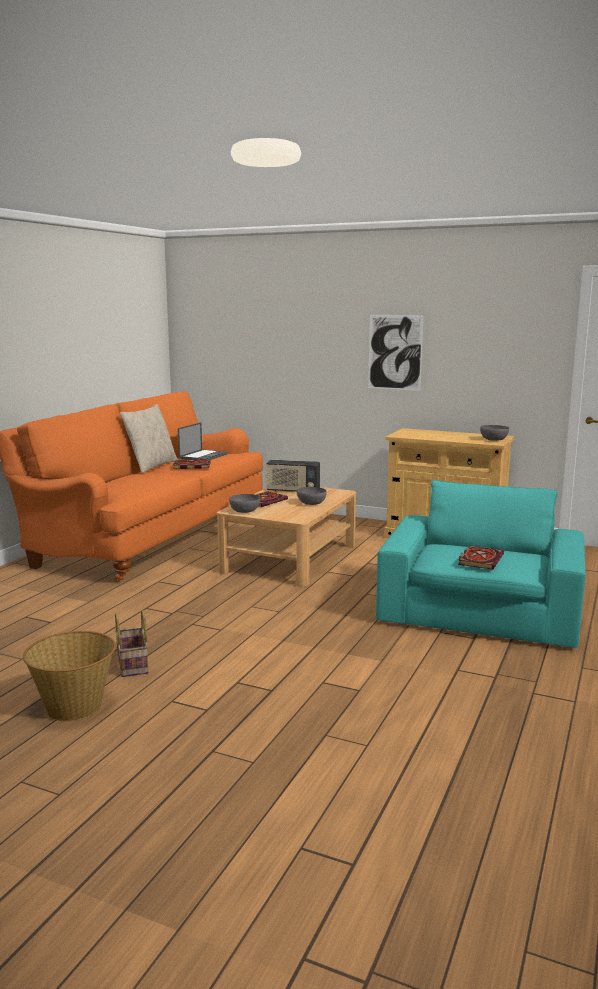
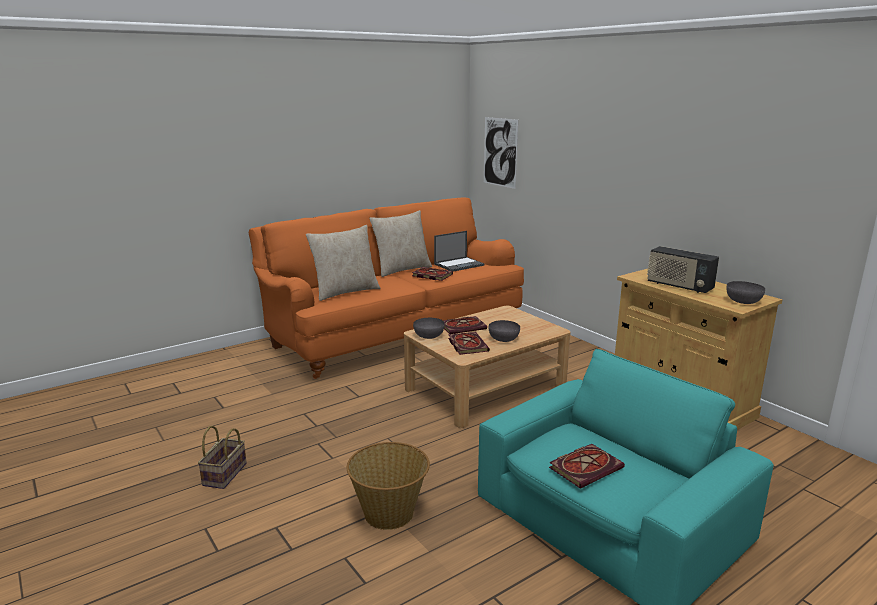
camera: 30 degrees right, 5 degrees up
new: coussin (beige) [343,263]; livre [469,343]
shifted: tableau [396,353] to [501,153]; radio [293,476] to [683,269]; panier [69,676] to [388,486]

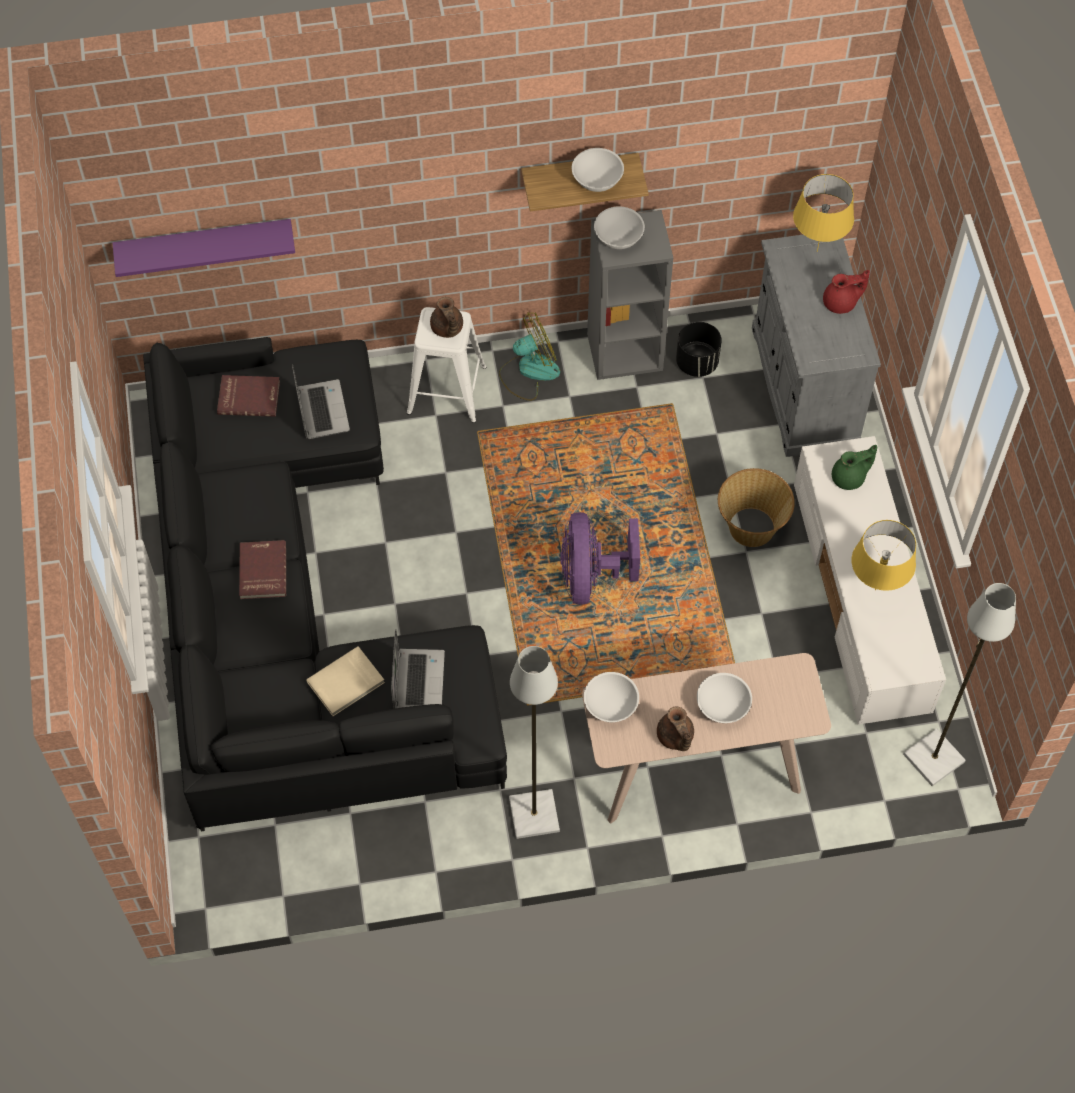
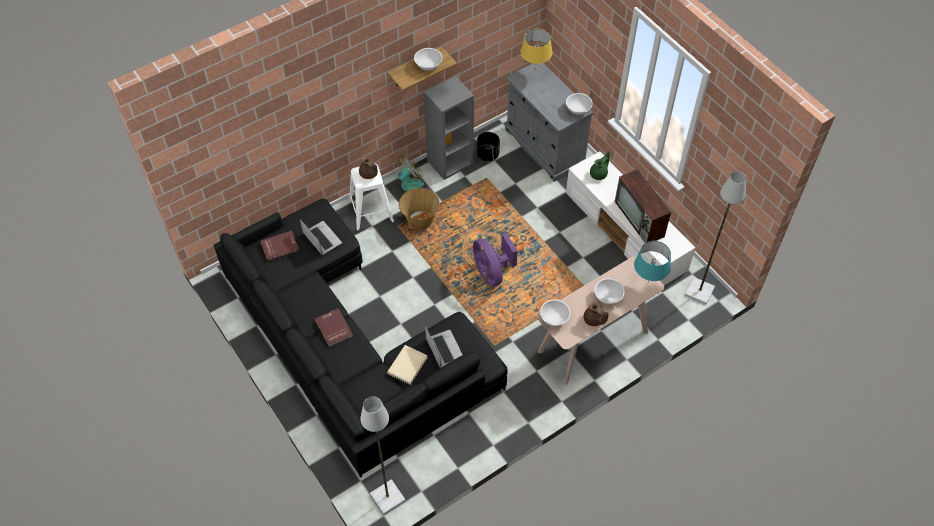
camera: 25 degrees left, 5 degrees down
gone: étagère (violet) [203,248]; théière (rouge) [846,292]
new: lampe de table (turquoise) [652,261]
shifted: bol (blanc) [619,227] to [579,104]; panier [756,507] to [419,209]; lampadaire (gris) [534,742] to [383,455]
swapped: lampe de table (jaune) [884,555] to téléviseur [643,206]

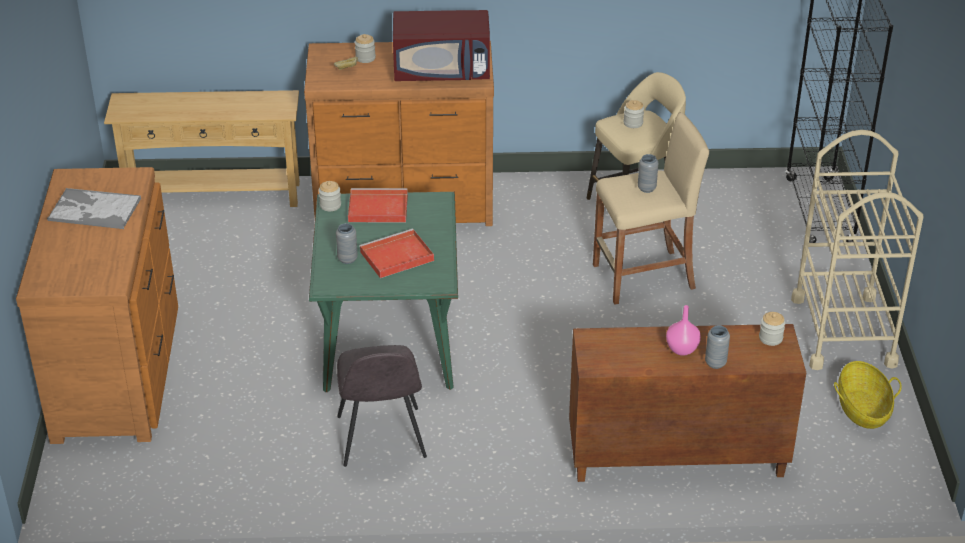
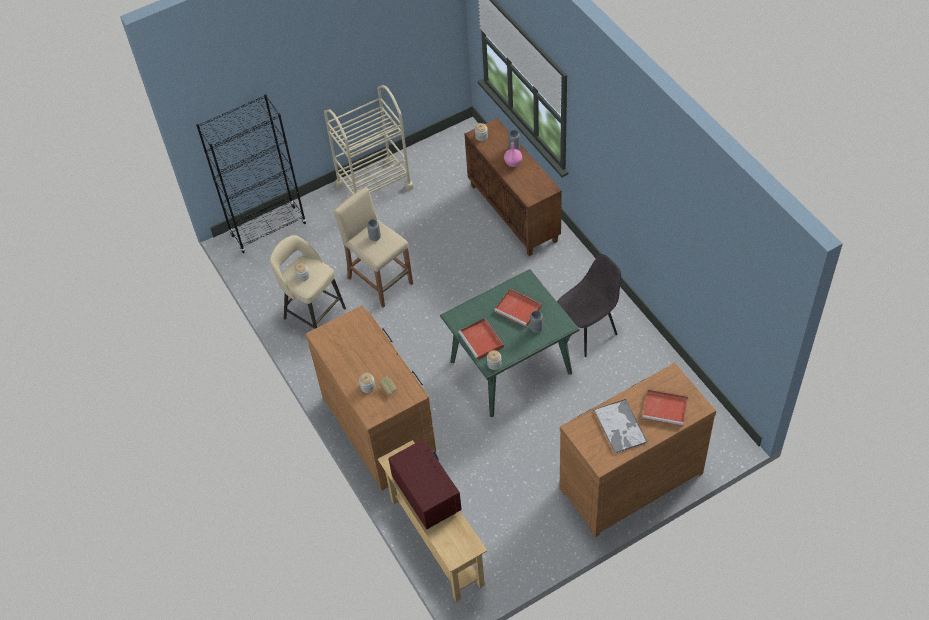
camera: 115 degrees left, 15 degrees up
gone: panier [868,395]
new: plateau (rouge) [665,408]
shifted: micro-ondes (rouge) [441,45] to [425,484]

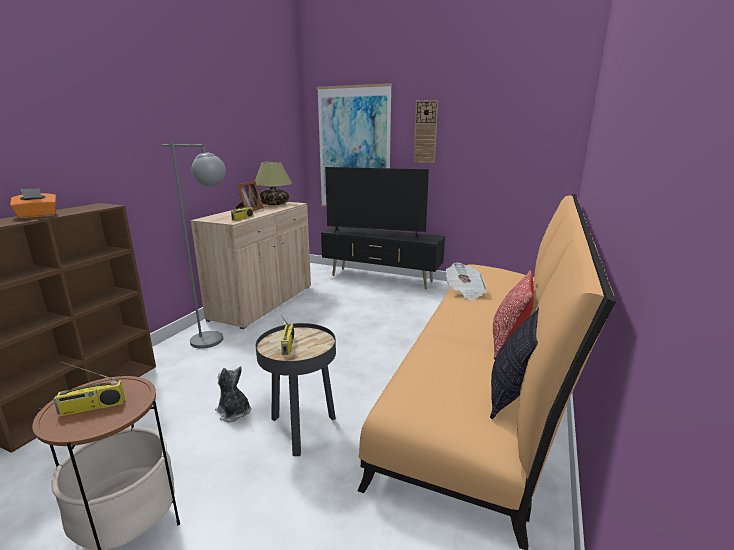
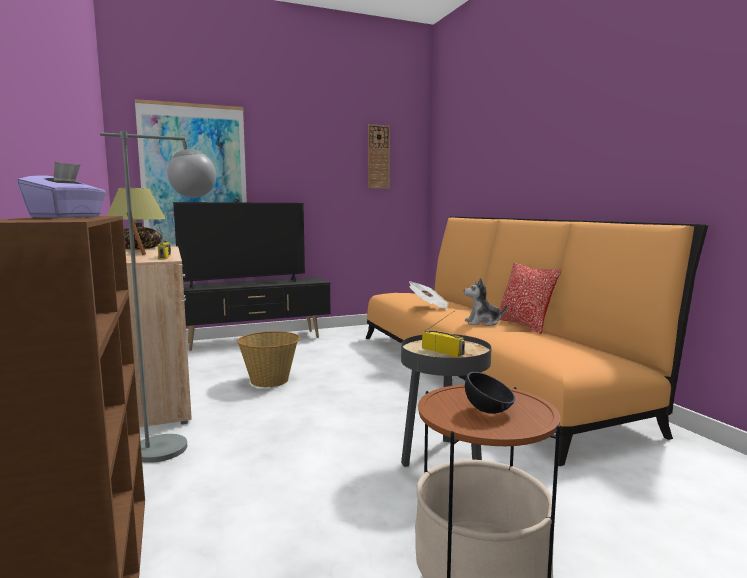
camera: 45 degrees left, 10 degrees down
gone: coussin [514,363]
new: panier [268,359]
shifted: horloge murale [426,131] to [379,156]; peluche [233,394] to [485,302]
swapped: radio [89,389] to bol (noir) [490,393]
repainted: boîte à mouchoirs (orange) [33,203] to boîte à mouchoirs (violet) [61,190]

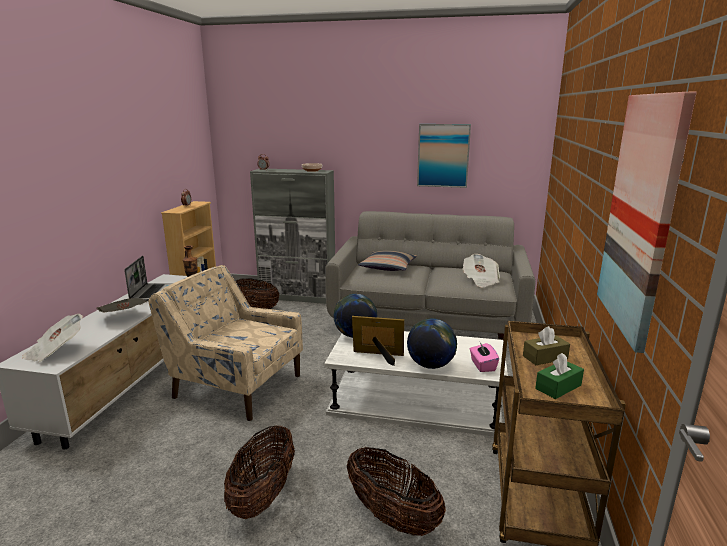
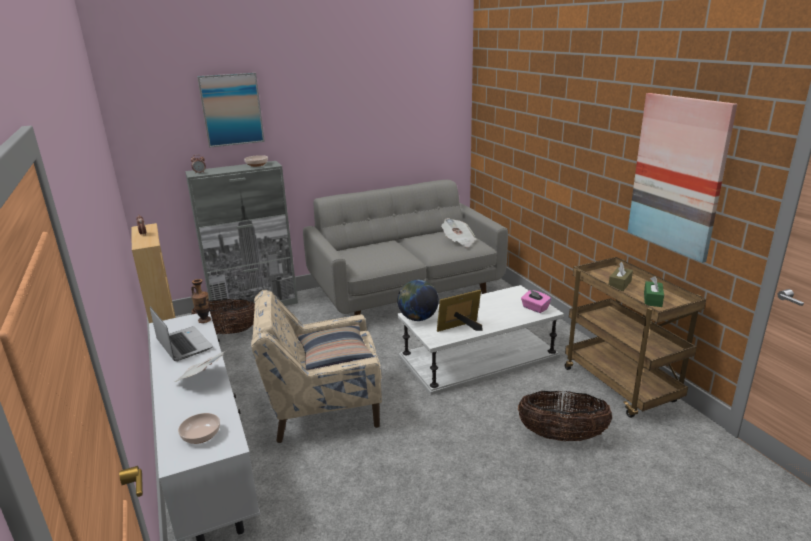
camera: 35 degrees left, 5 degrees up
gone: globe [432,343]; panier [259,472]
shifted: tableau [444,156] to [231,110]; coussin [387,261] to [335,347]
swapped: journal [52,338] to bol [199,428]

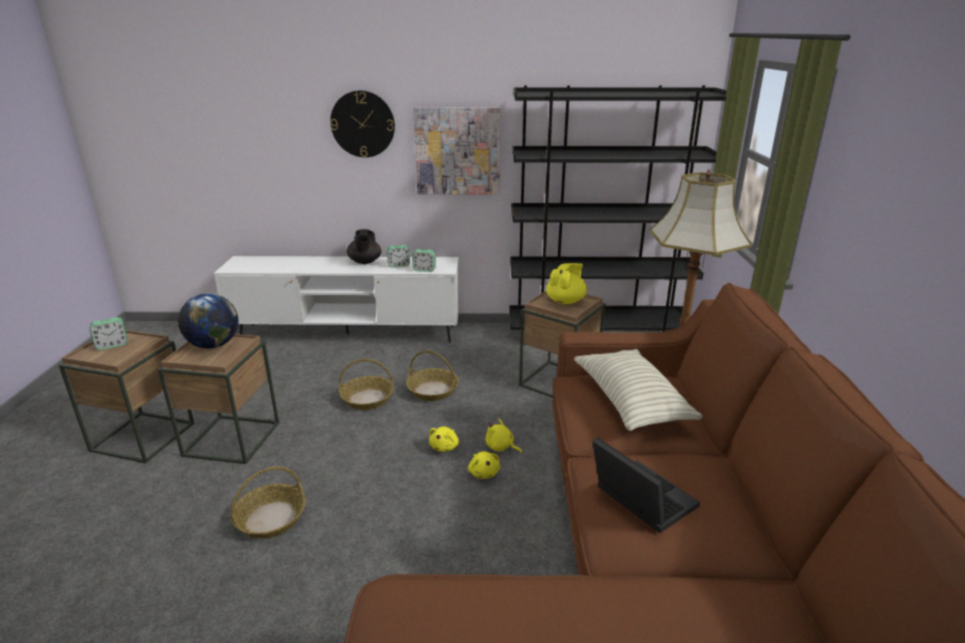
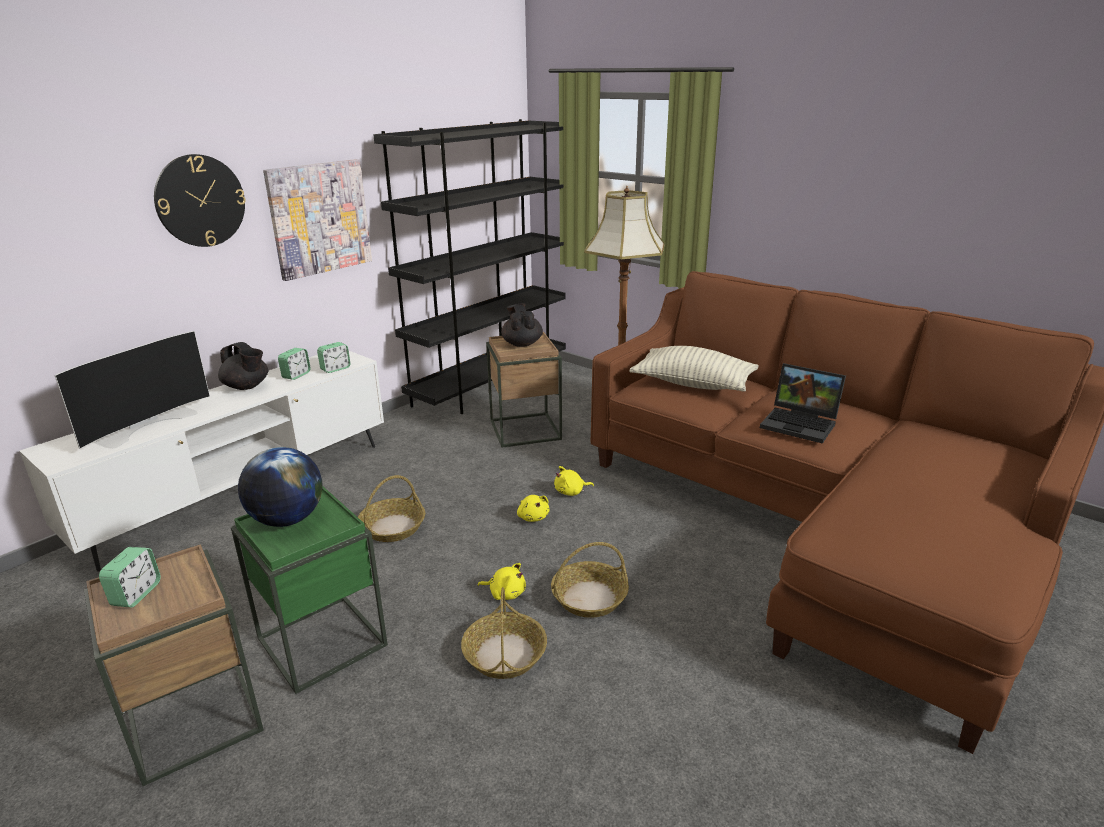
camera: 50 degrees left, 0 degrees up
new: téléviseur [132,390]
shifted: panier [432,375] to [590,580]; peluche (jaune) [484,465] to [501,581]
repainted: théière (jaune) [566,283] to théière (noir) [522,325]; table d'appoint (marron) [218,399] to table d'appoint (vert) [309,590]
rotated: ordinateur portable [646,485] = [803,403] 150 degrees counterclockwise

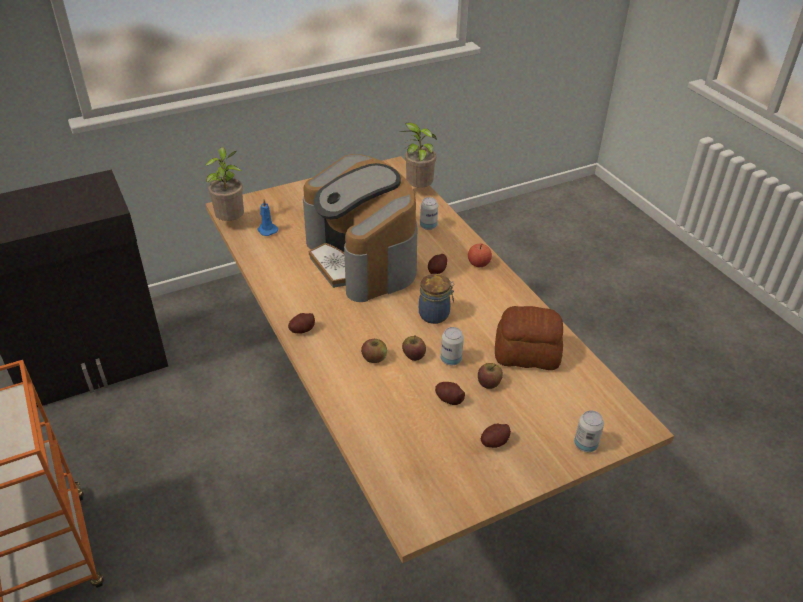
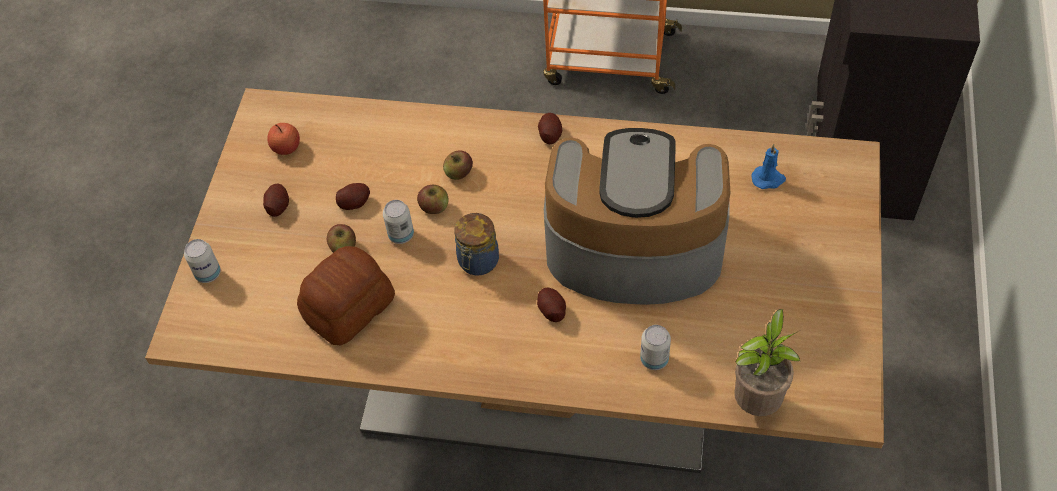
camera: 130 degrees right, 15 degrees up
gone: plante en pot [224,184]
shifted: pomme [480,255] to [283,139]

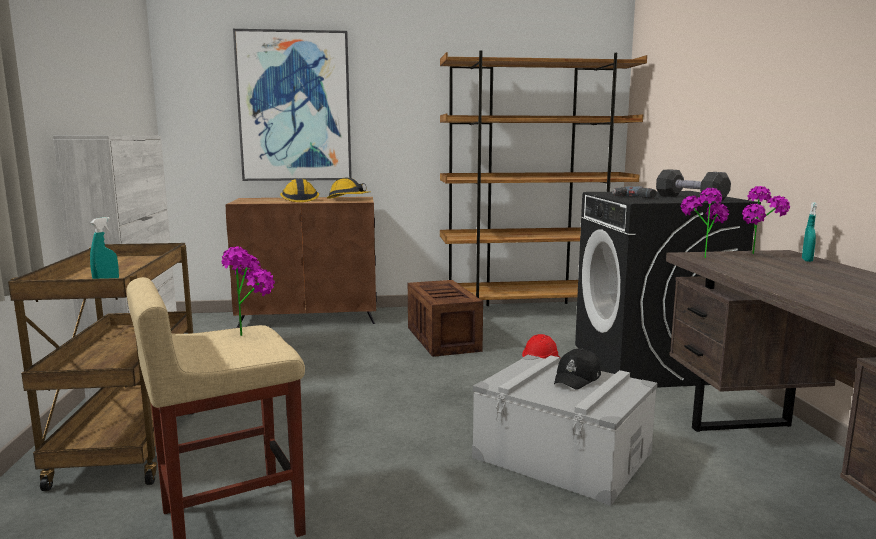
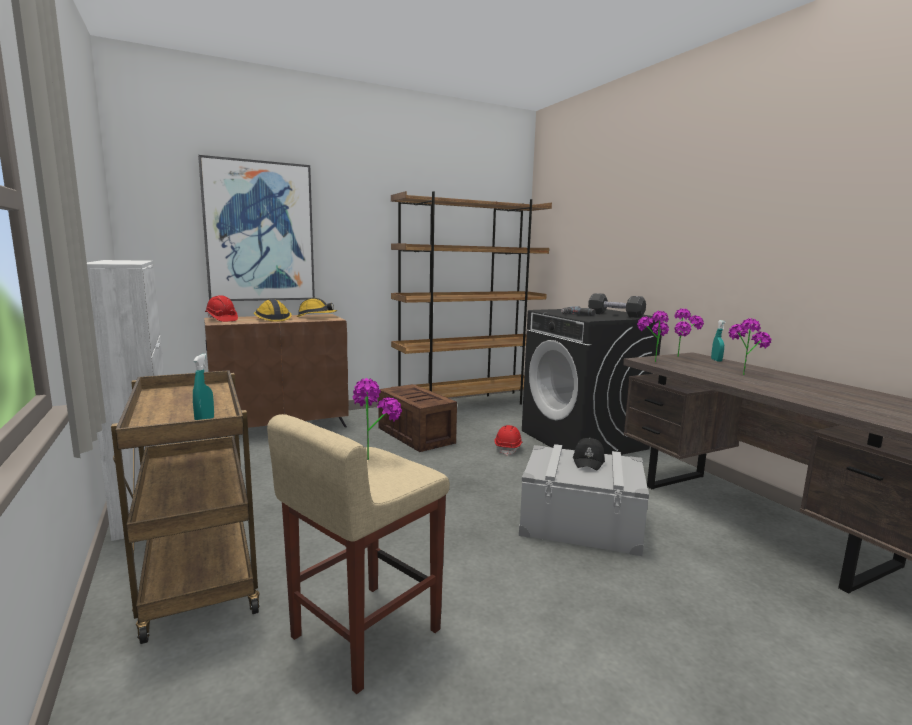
camera: 20 degrees left, 0 degrees up
new: casque de chantier (rouge) [221,308]; plante en pot [750,346]

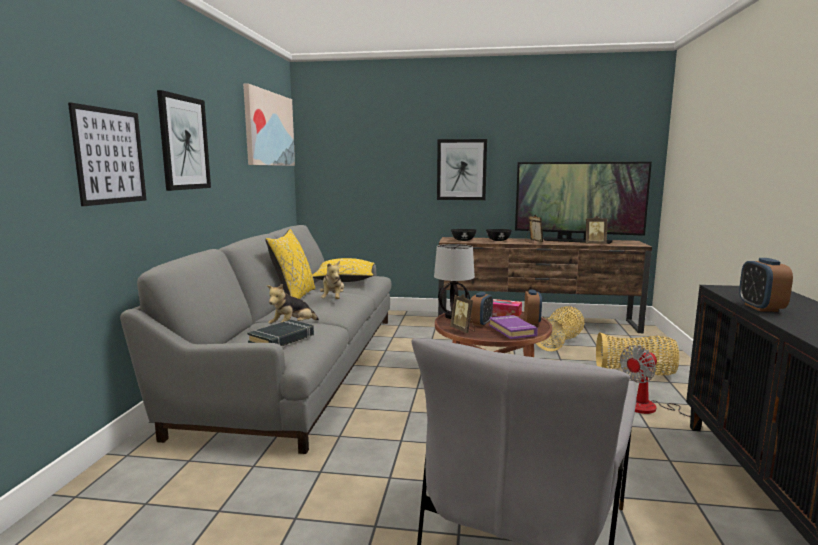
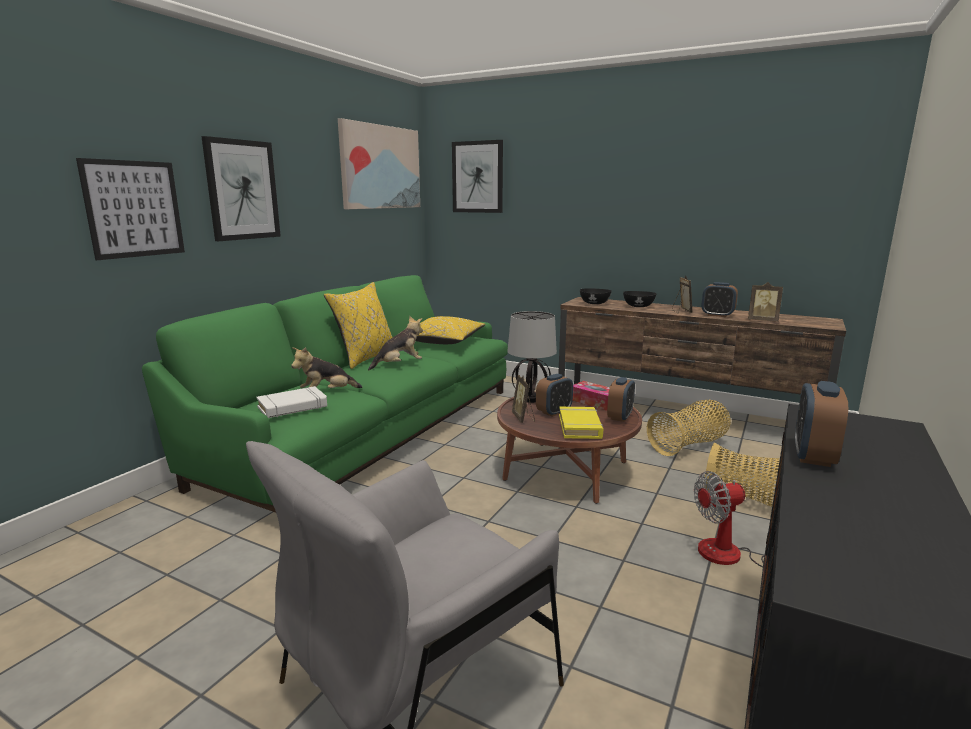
camera: 20 degrees right, 5 degrees up
gone: téléviseur [583,203]
new: réveil [720,299]
shifted: tableau [462,169] to [477,176]
repainted: canapé (gris) [256,339] to canapé (vert) [325,394]; livre (violet) [513,327] to livre (jaune) [581,423]; livre (noir) [280,333] to livre (blanc) [291,402]
rotated: peluche [332,280] = [395,343] 135 degrees counterclockwise

